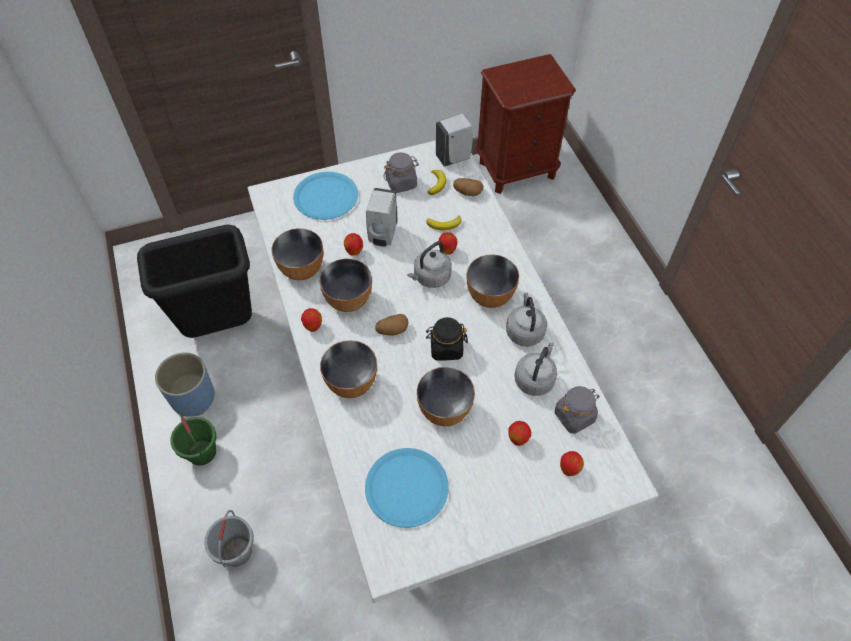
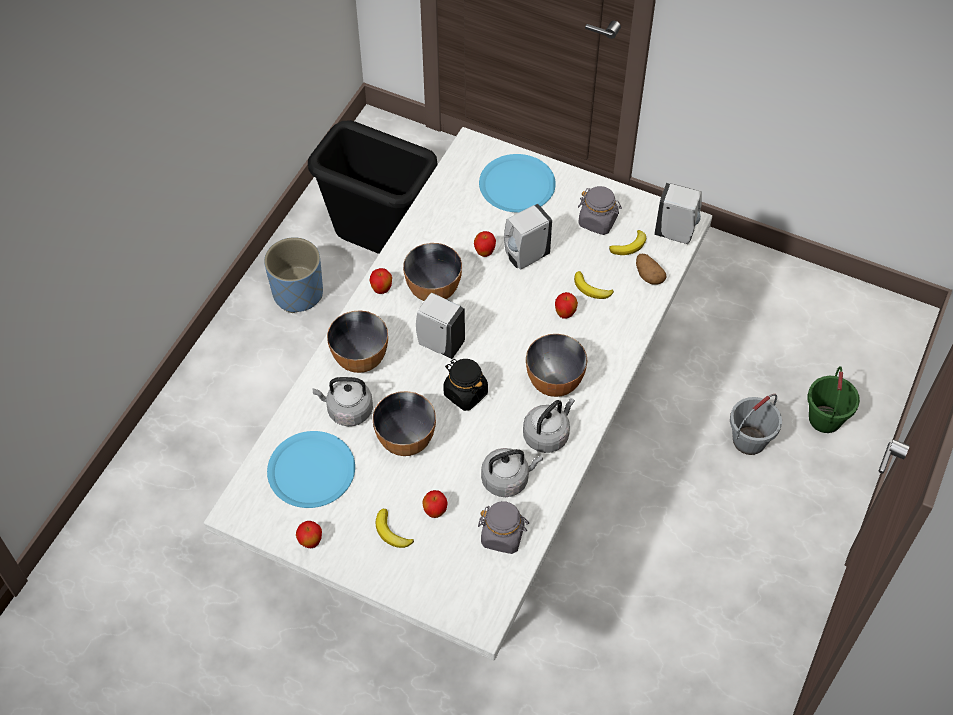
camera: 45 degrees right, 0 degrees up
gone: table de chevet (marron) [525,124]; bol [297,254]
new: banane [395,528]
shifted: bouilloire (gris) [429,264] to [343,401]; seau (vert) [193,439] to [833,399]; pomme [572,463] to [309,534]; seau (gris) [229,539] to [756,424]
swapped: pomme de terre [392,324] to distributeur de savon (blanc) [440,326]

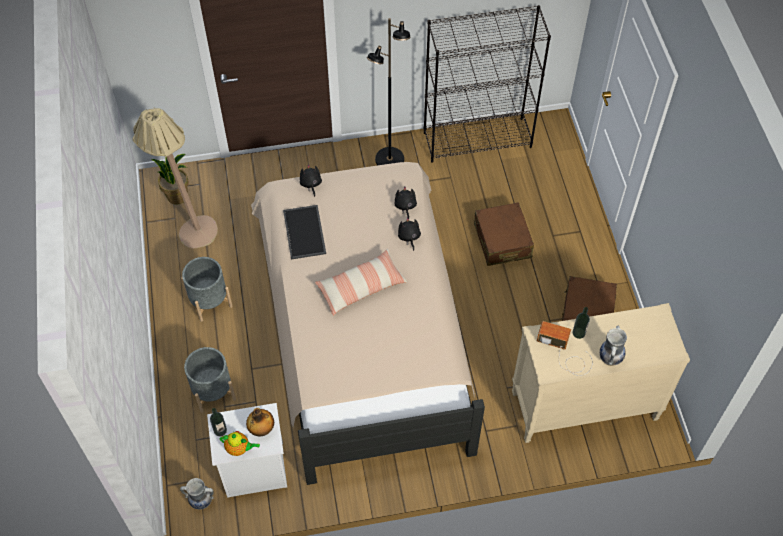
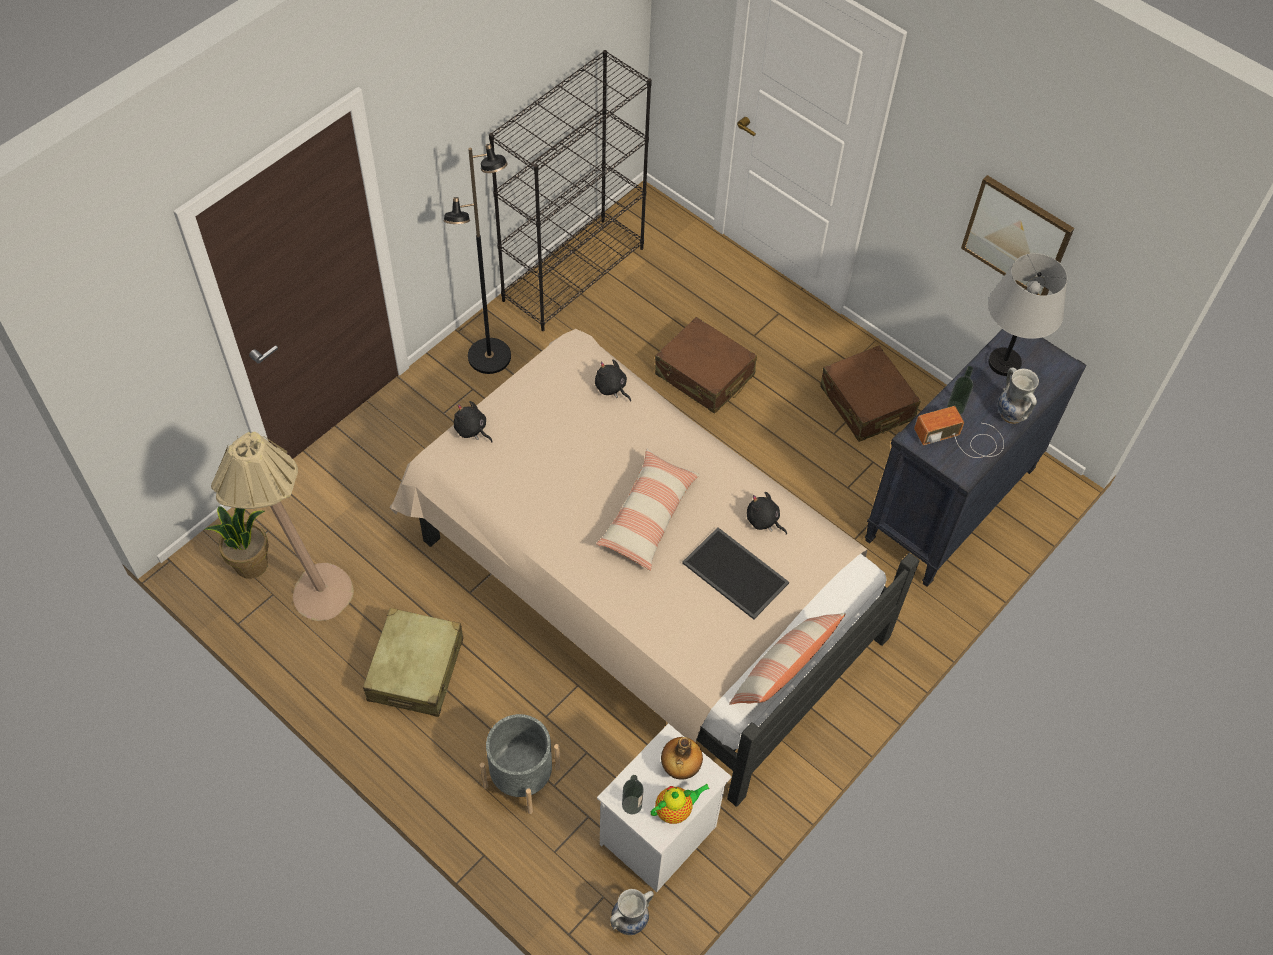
camera: 40 degrees left, 0 degrees up
new: tableau [1017,235]; lampe de table (gris) [1027,314]; coussin [787,658]
shifted: plateau [304,232] to [735,573]; peluche (noir) [409,234] to [767,513]
swapped: cache-pot (gris) [207,289] to valise (beige) [413,662]
repainted: commode (beige) [601,373] to commode (noir) [975,458]

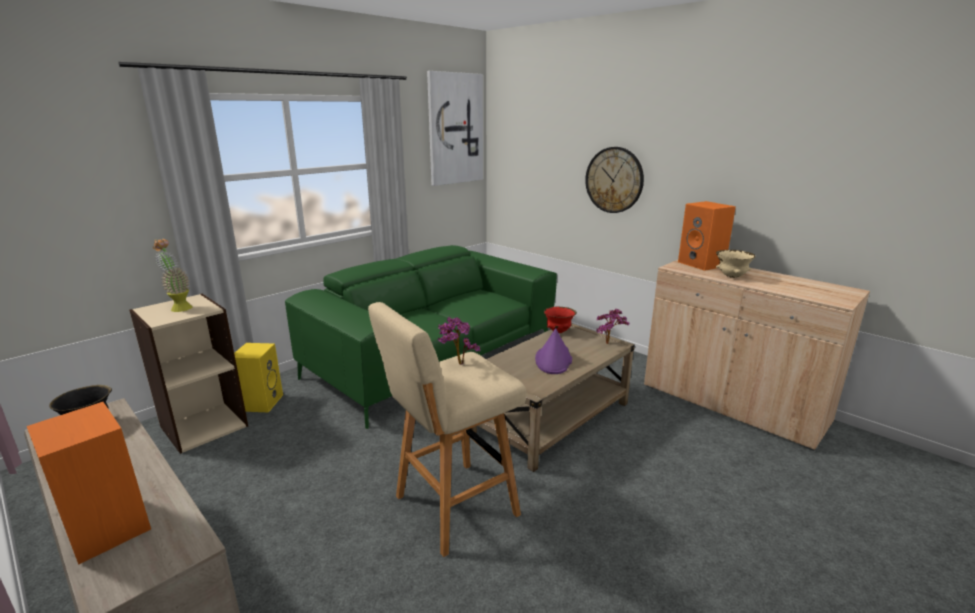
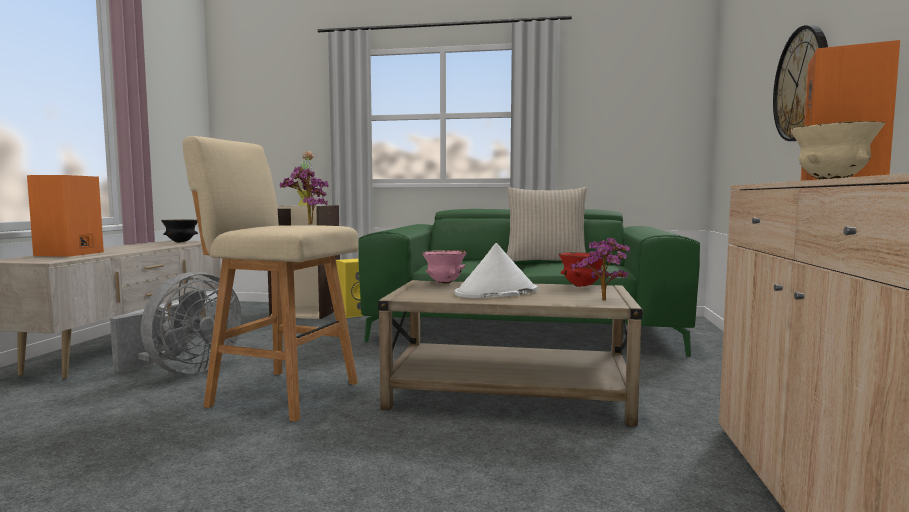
camera: 55 degrees right, 15 degrees down
gone: tableau [455,128]
new: coussin (beige) [547,224]; bol (rose) [444,266]; ventilateur (gris) [176,323]
repainted: chapeau (violet) [553,351] to chapeau (blanc) [496,270]

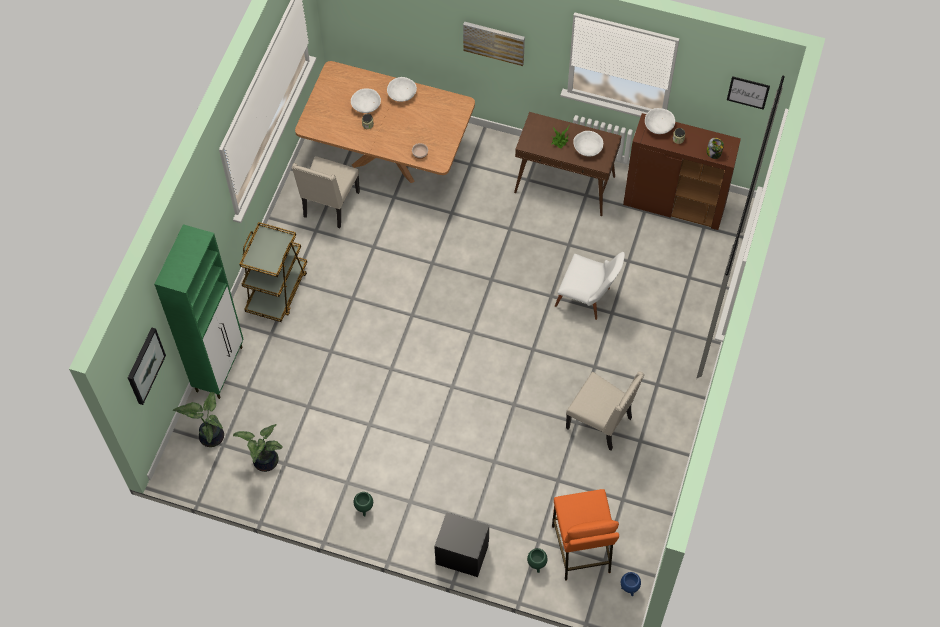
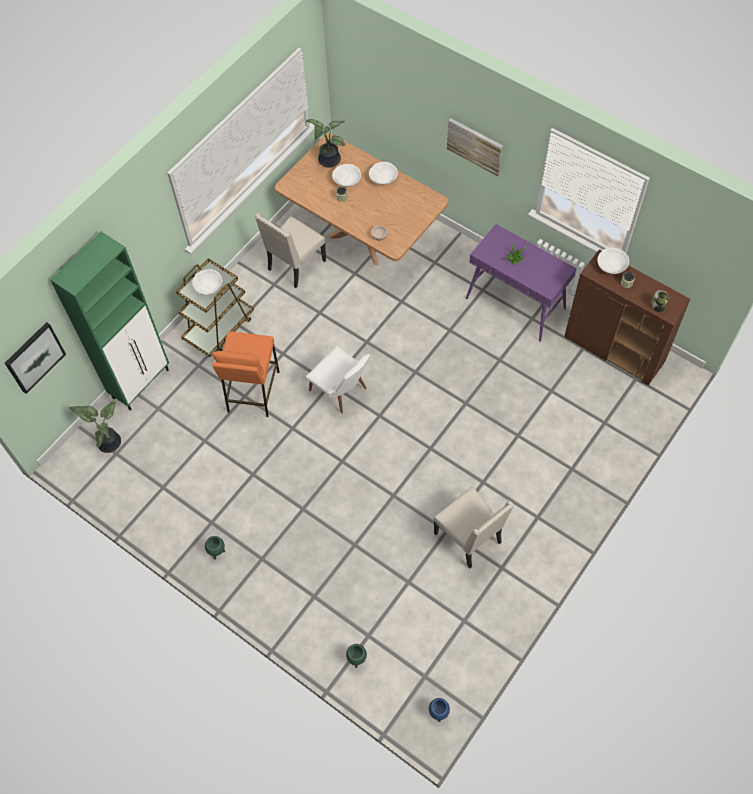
camera: 20 degrees right, 0 degrees up
gone: tableau [748,93]; table de chevet (noir) [461,544]
shifted: bol (blanc) [588,144] to [207,282]; chaise (blanc) [590,286] to [338,380]; plante en pot [258,448] to [326,143]; tabouret (orange) [585,535] to [246,374]
repainted: table console (marron) [568,164] to table console (violet) [521,283]

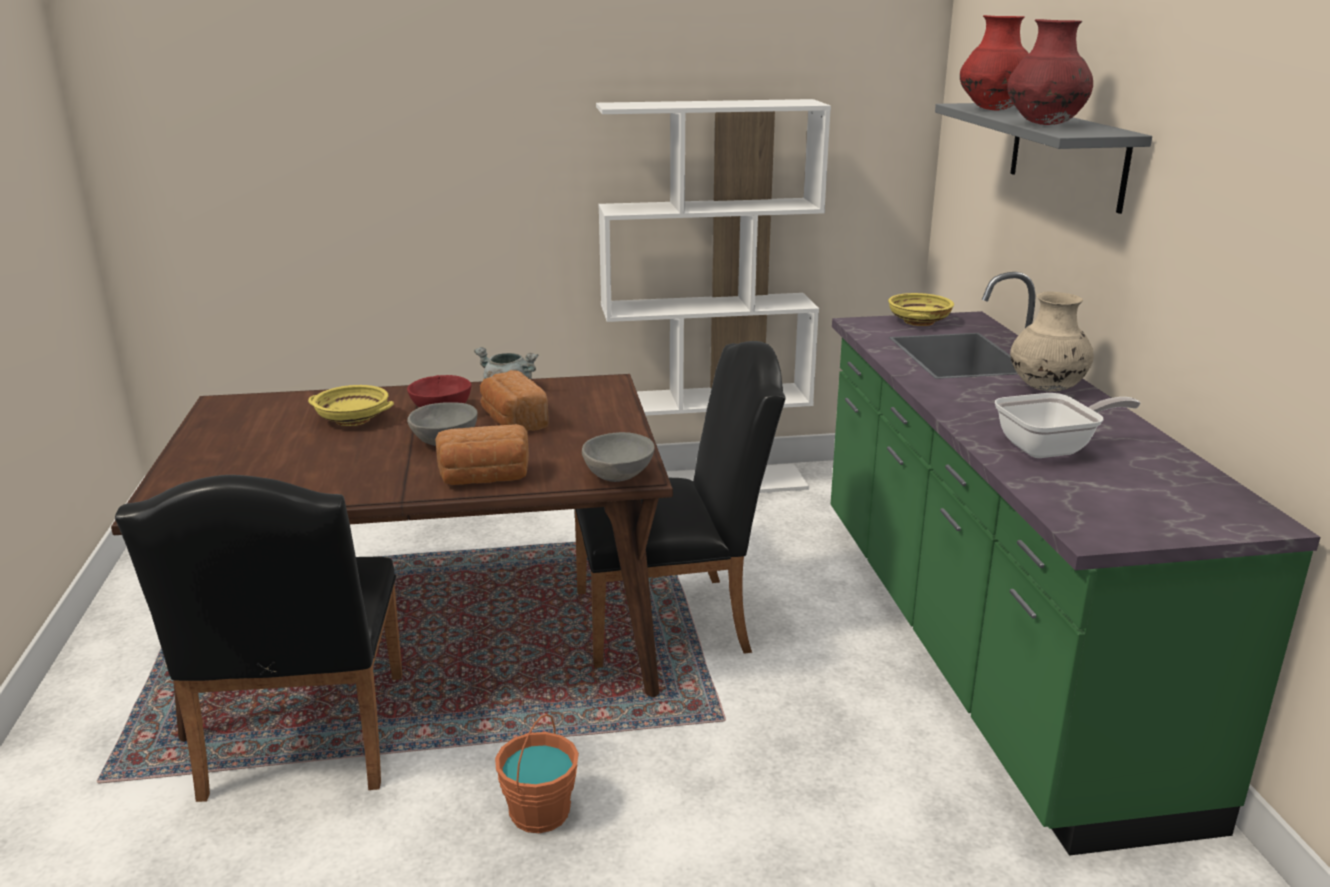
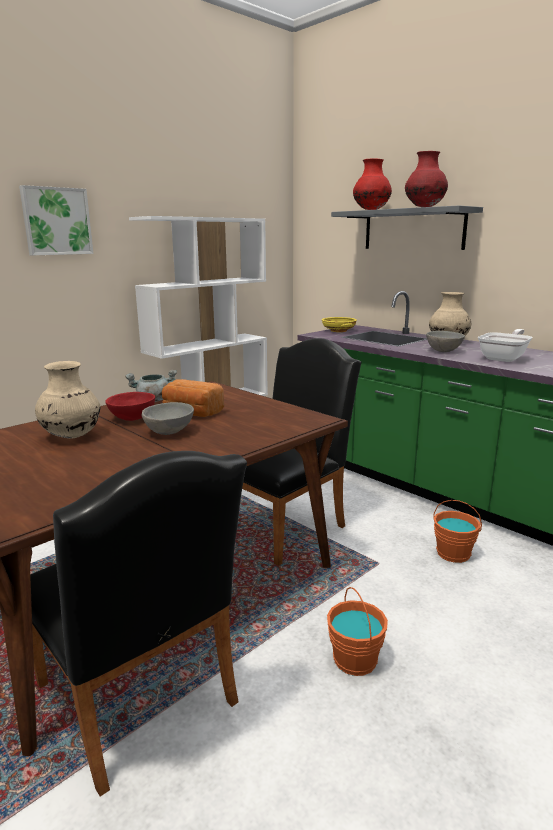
camera: 35 degrees left, 5 degrees down
gone: pain [482,454]
new: tableau [56,220]; seau (orange) [457,531]
shifted: bol (gris) [618,457] to [445,341]
swapped: bol (jaune) [351,405] to vase (beige) [68,400]

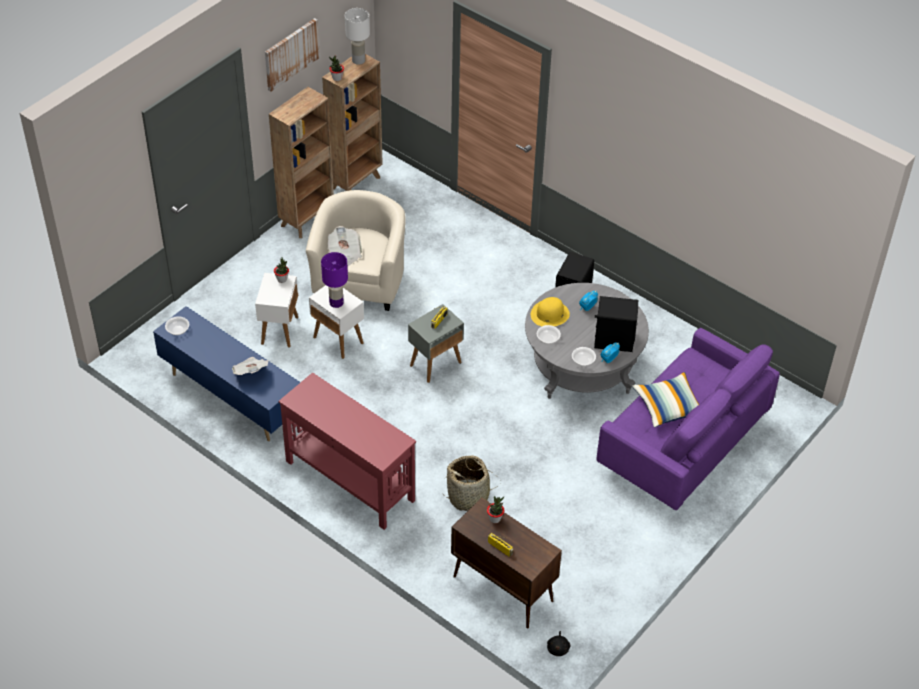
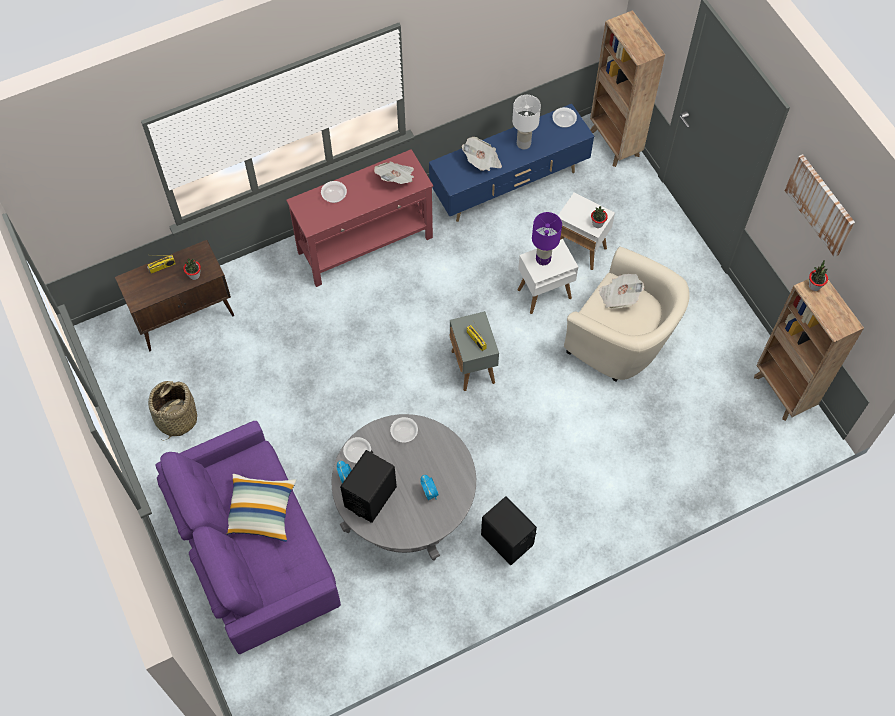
camera: 115 degrees right, 15 degrees up
gone: chapeau (jaune) [550,311]; peluche (noir) [559,643]
new: journal [394,172]; bol [334,192]
shifted: lampe de table (blanc) [357,36] to [526,122]; bibliothèque (marron) [301,162] to [627,88]; panier [471,483] to [172,410]

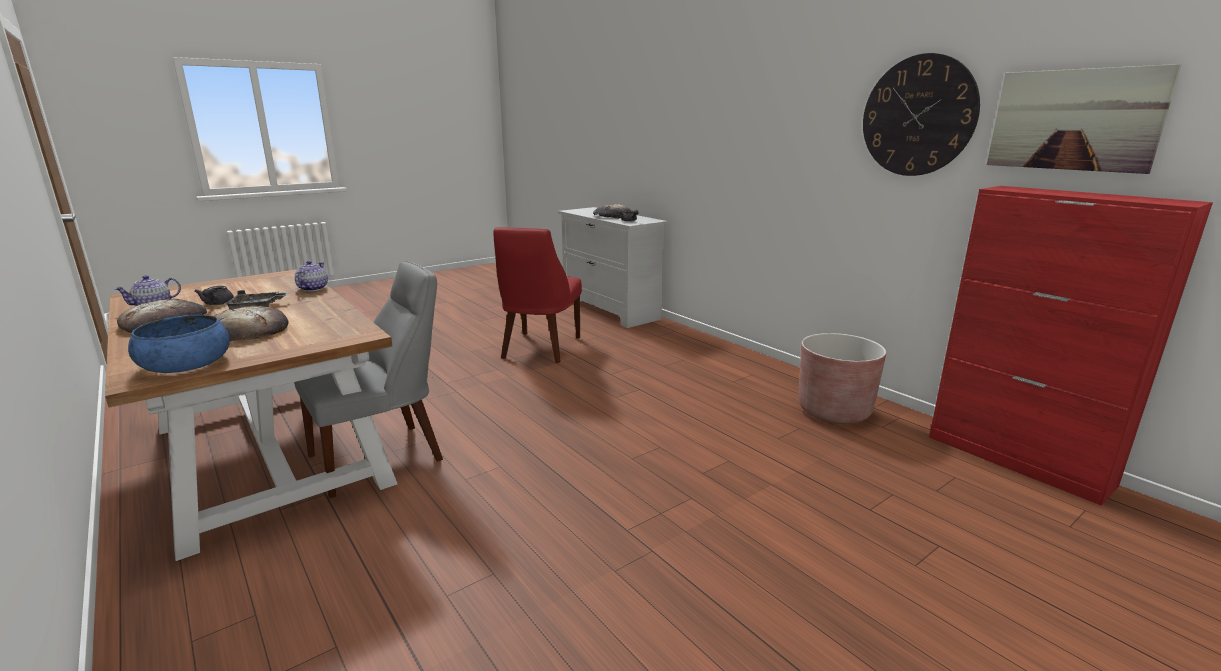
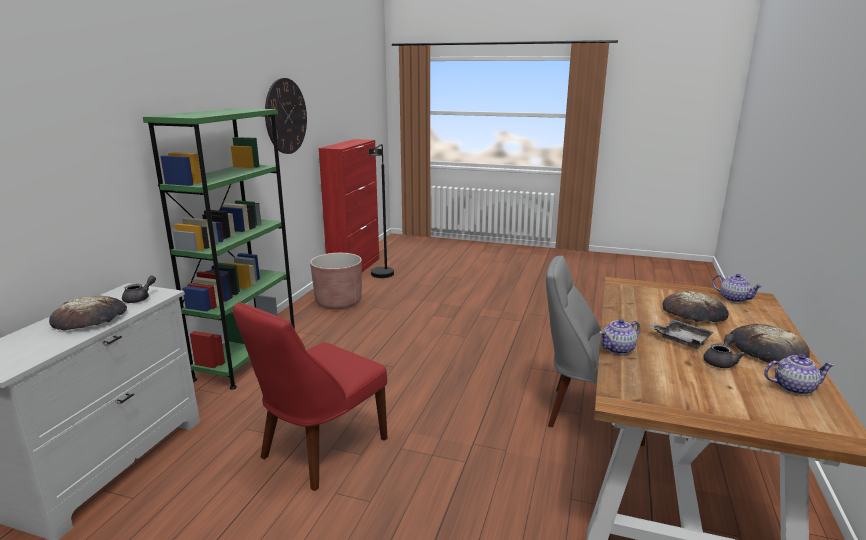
camera: 125 degrees left, 0 degrees up
gone: tableau [1084,119]
new: bibliothèque (vert) [219,249]; lampadaire (noir) [381,211]
swapped: bol (bleu) [179,344] to théière [737,288]
rotated: chaise (rouge) [537,295] = [310,396] 150 degrees clockwise

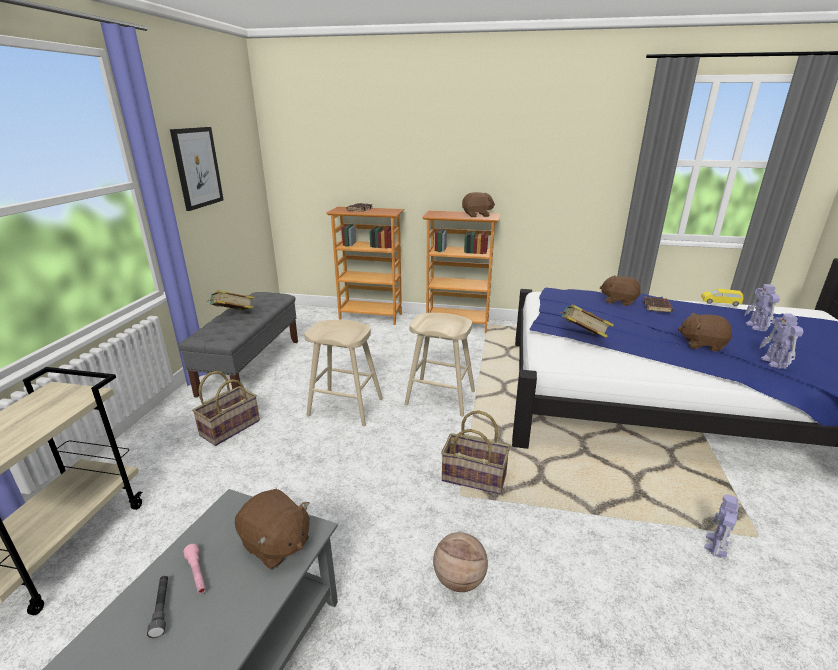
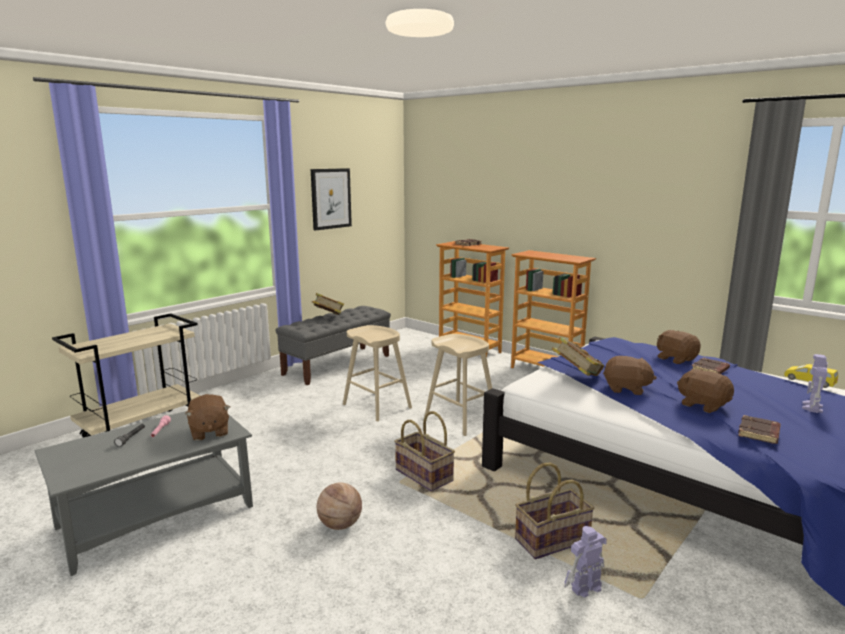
camera: 30 degrees right, 10 degrees down
shifted: peluche (marron) [478,204] to [629,375]; panier [226,408] to [554,511]
swapped: robot jouet [781,341] to livre (marron) [759,429]

